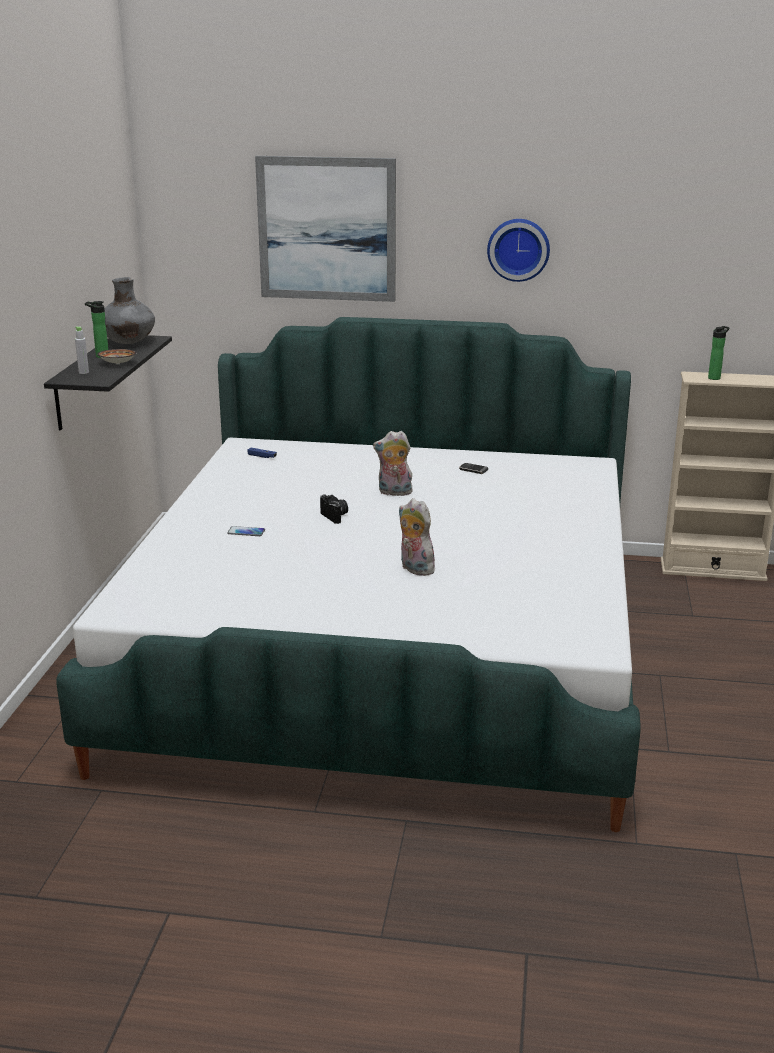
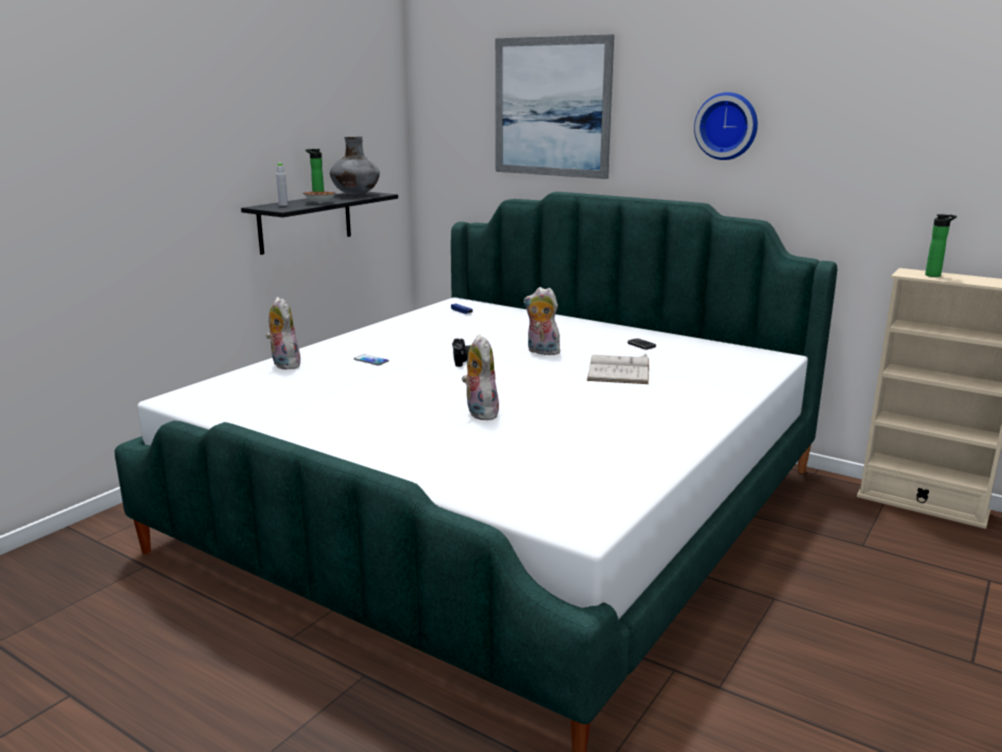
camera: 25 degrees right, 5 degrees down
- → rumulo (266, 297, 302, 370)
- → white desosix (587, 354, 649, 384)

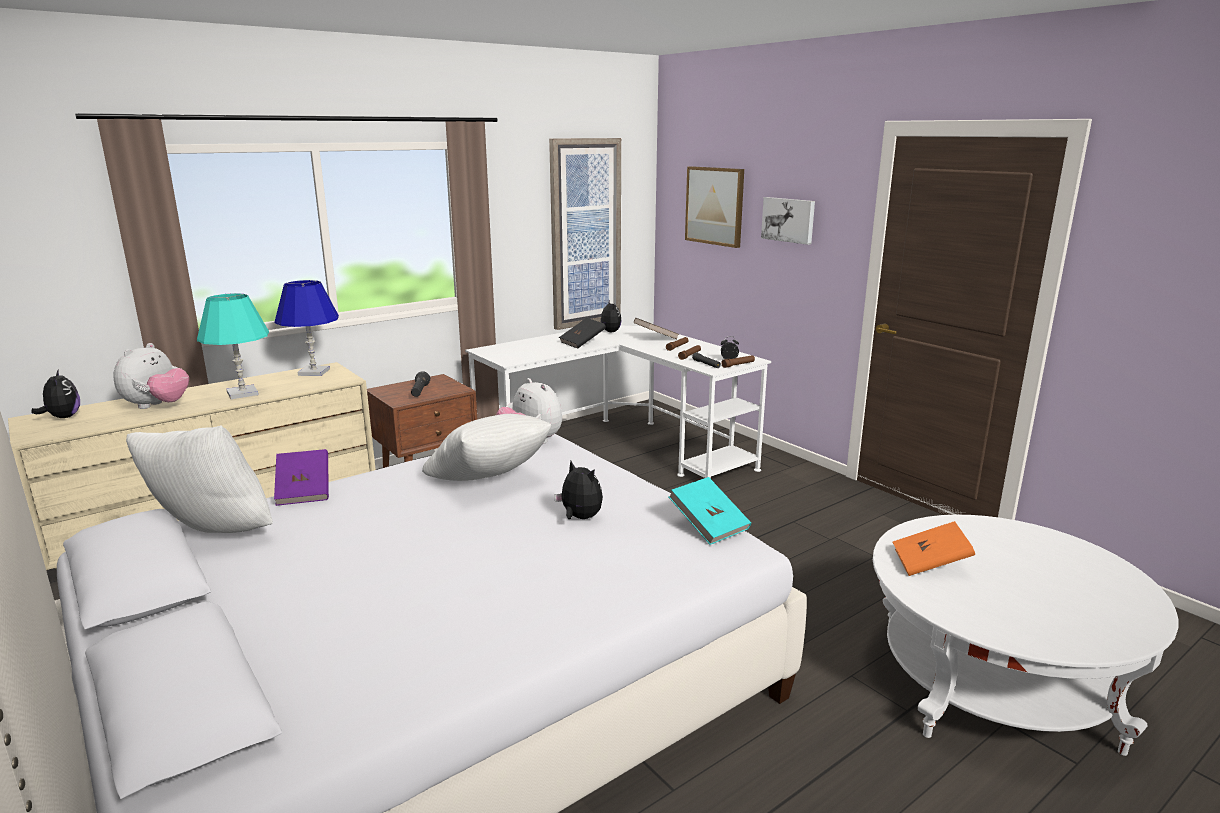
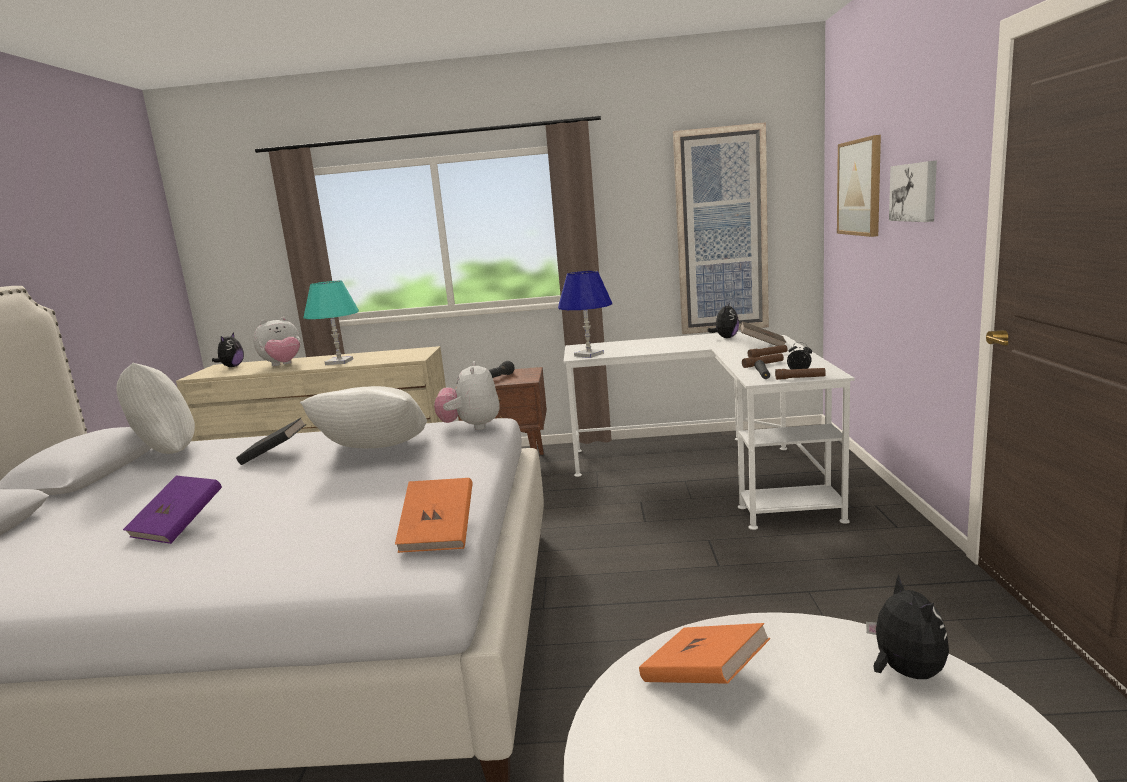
camera: 40 degrees right, 5 degrees down
purple desosix (274, 449, 329, 506) → purple desosix (123, 476, 222, 544), shifted
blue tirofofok (275, 280, 339, 376) → blue tirofofok (558, 271, 612, 358), shifted
rumulo (554, 461, 603, 519) → rumulo (866, 575, 949, 679), shifted
black desosix (559, 318, 606, 349) → black desosix (236, 418, 306, 465), shifted
turquoise desosix (668, 477, 751, 545) → orange desosix (395, 478, 473, 553)

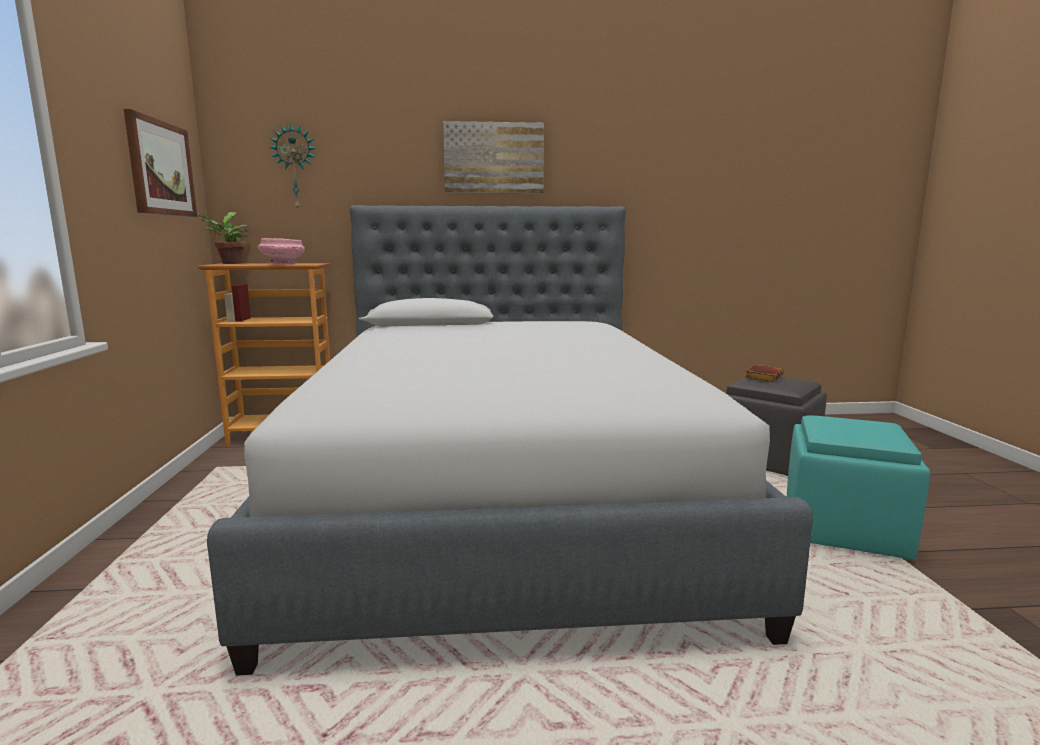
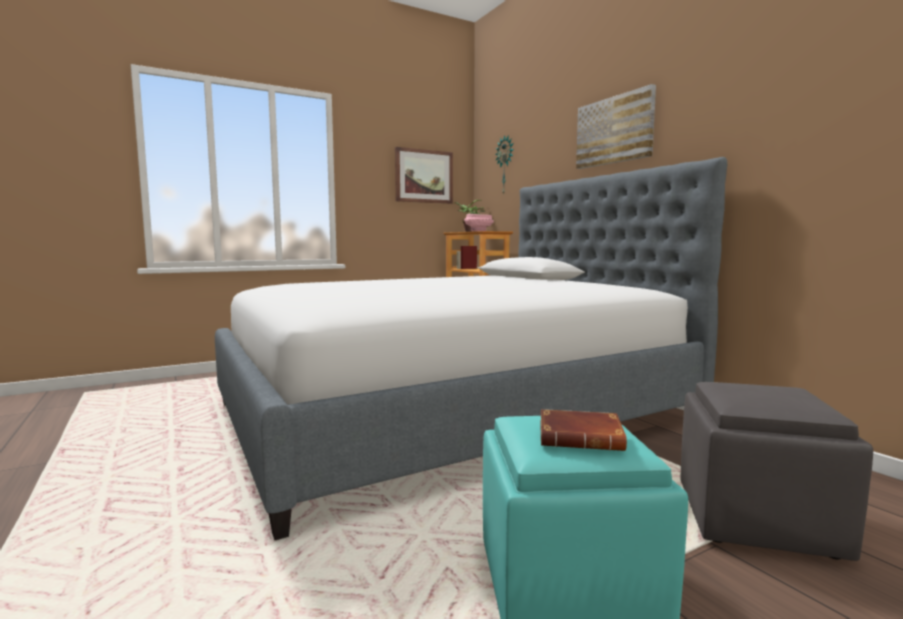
camera: 65 degrees right, 5 degrees down
brown desosix (745, 364, 784, 382) → brown desosix (540, 409, 627, 451), shifted

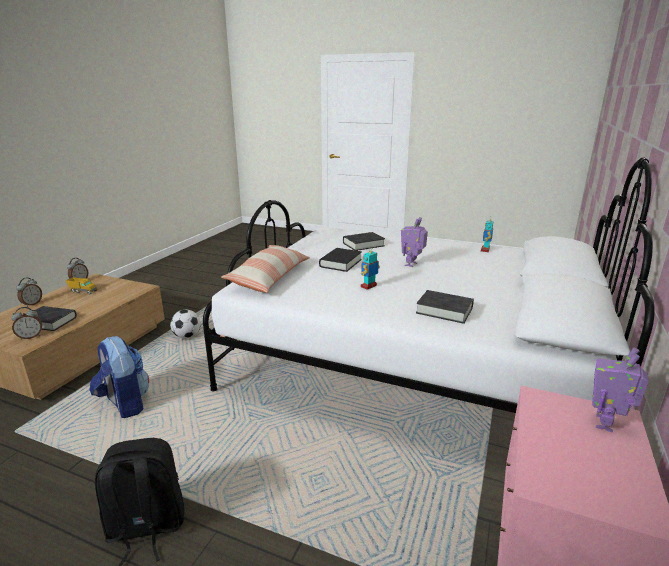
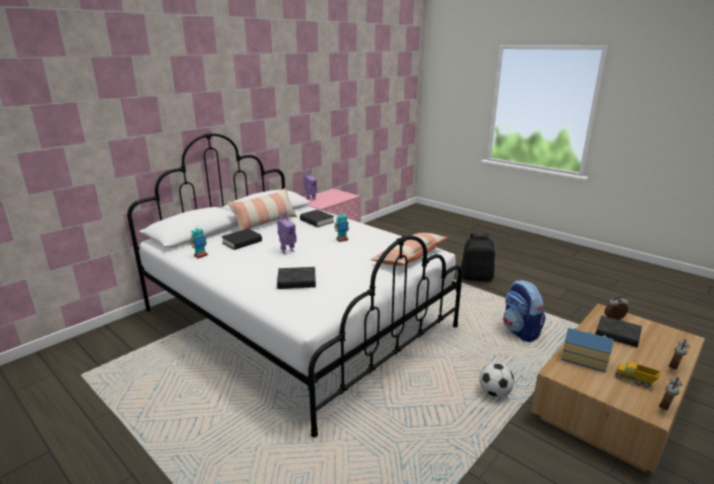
camera: 160 degrees left, 0 degrees up
- → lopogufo (228, 188, 297, 231)
- → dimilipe (561, 328, 614, 372)
black desosix (319, 248, 362, 272) → black desosix (221, 229, 262, 250), shifted

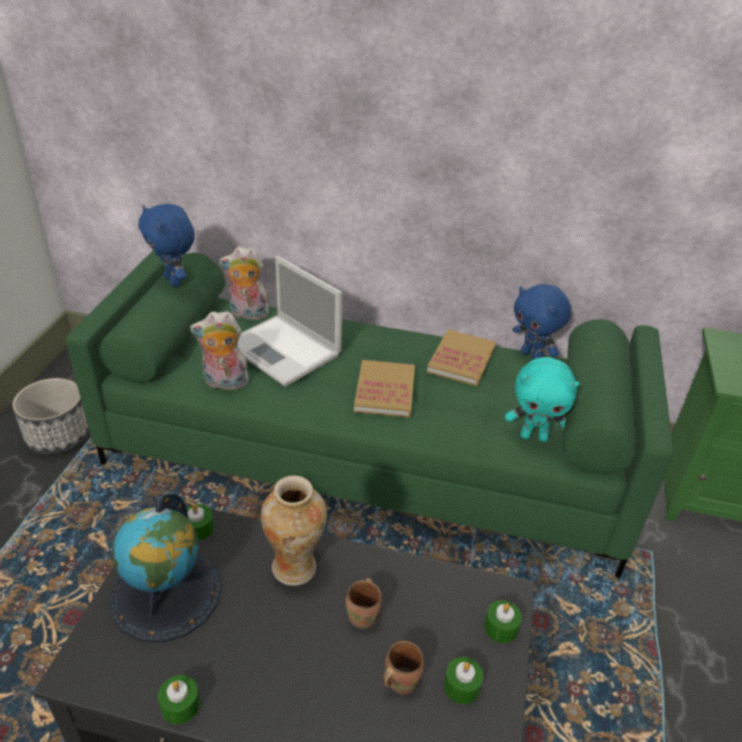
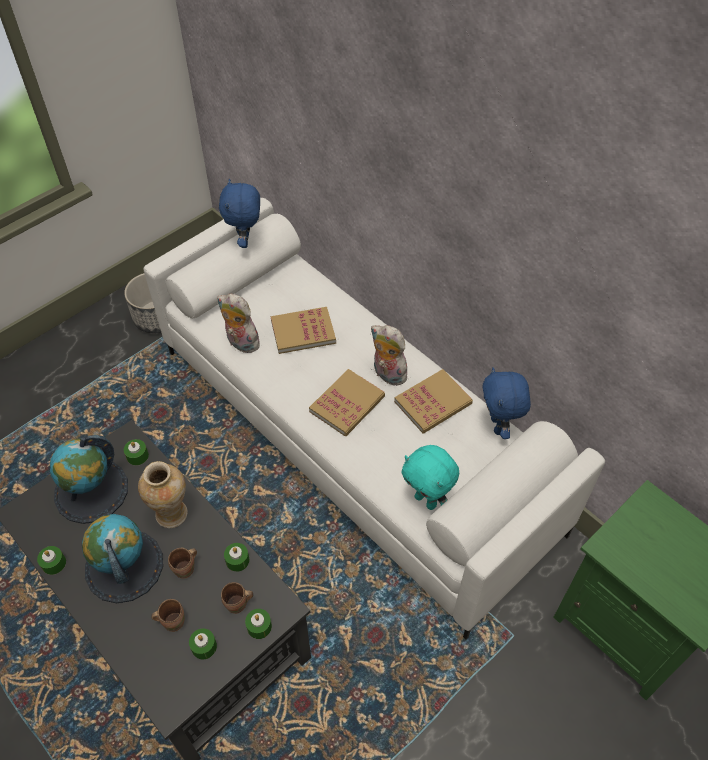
camera: 35 degrees right, 15 degrees up
- → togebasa (82, 514, 163, 603)
- → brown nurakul (221, 582, 253, 614)
- → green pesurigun (224, 543, 249, 572)
rumulo (219, 247, 269, 320) → rumulo (371, 325, 407, 386), shifted
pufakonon (238, 256, 343, 387) → desosix (271, 307, 336, 354)
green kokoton (66, 250, 673, 578) → white kokoton (143, 198, 605, 640)

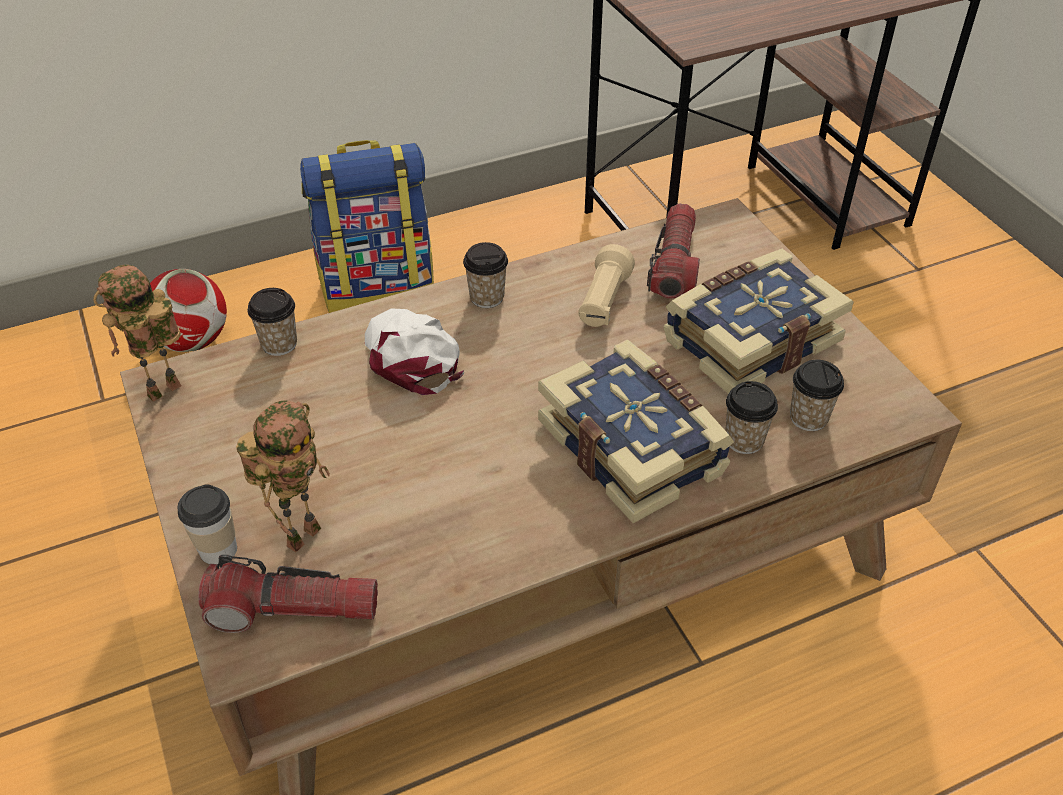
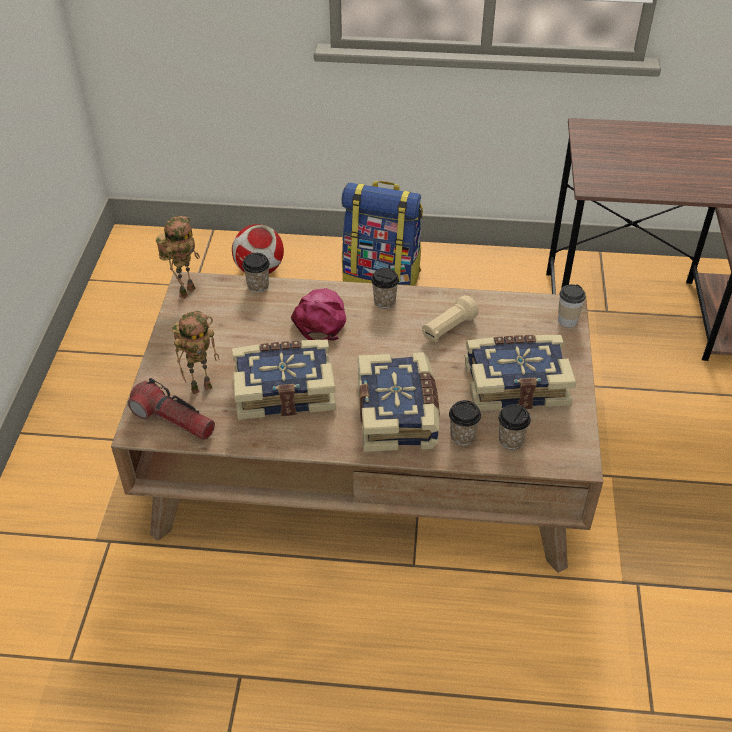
camera: 30 degrees right, 0 degrees up
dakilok (647, 203, 700, 299) → -
- → desosix (232, 340, 336, 420)
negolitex (178, 484, 237, 564) → negolitex (558, 284, 586, 328), shifted
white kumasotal (365, 308, 465, 395) → pink kumasotal (291, 288, 346, 341)
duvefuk (93, 265, 181, 402) → duvefuk (156, 216, 200, 299), 135 degrees clockwise

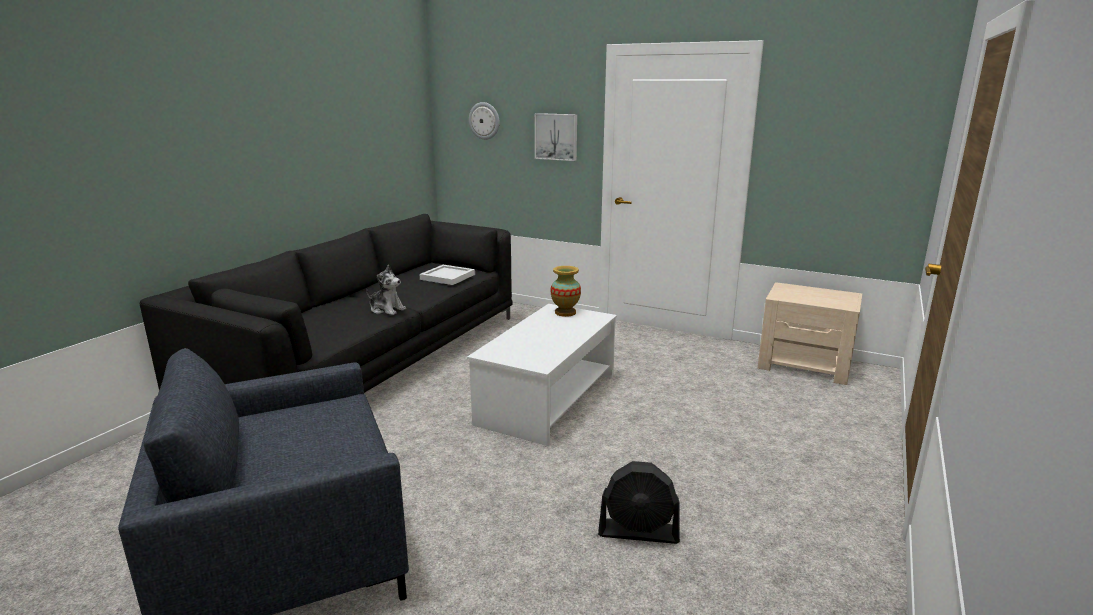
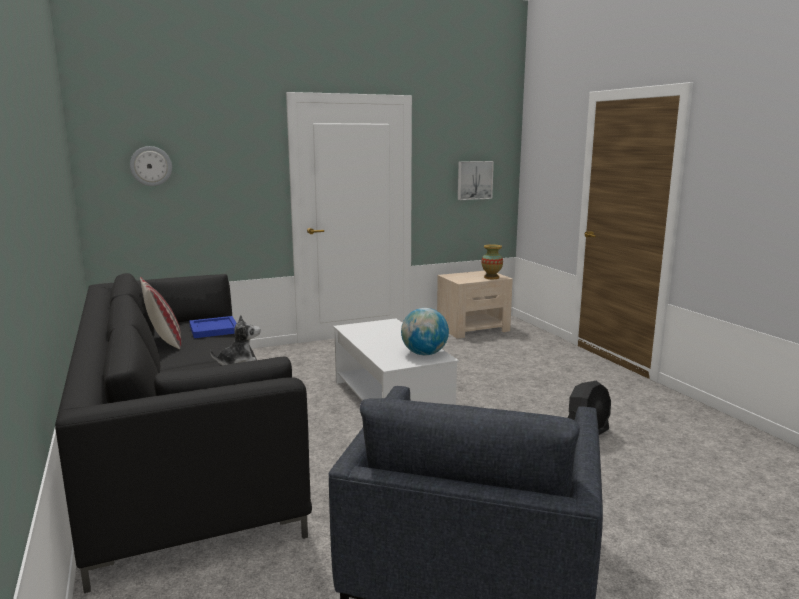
camera: 50 degrees left, 5 degrees down
- → lopogufo (140, 277, 181, 349)
- → togebasa (401, 308, 449, 356)
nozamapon (535, 113, 577, 161) → nozamapon (458, 161, 494, 200), shifted
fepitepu (551, 266, 581, 317) → fepitepu (482, 244, 503, 279), shifted
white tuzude (419, 265, 475, 285) → blue tuzude (189, 316, 237, 338)

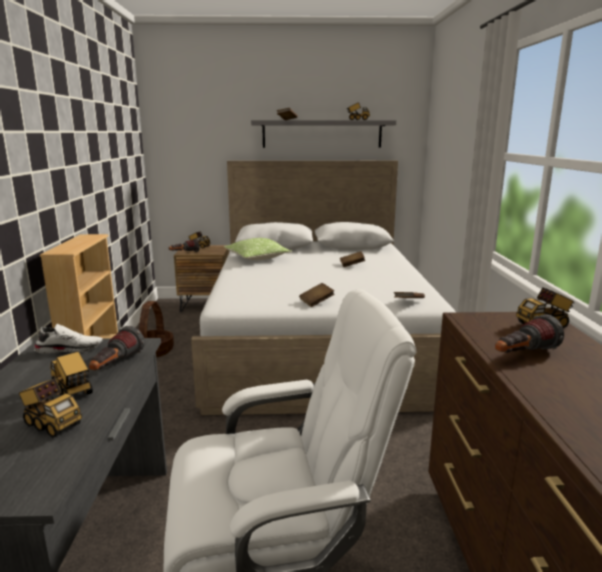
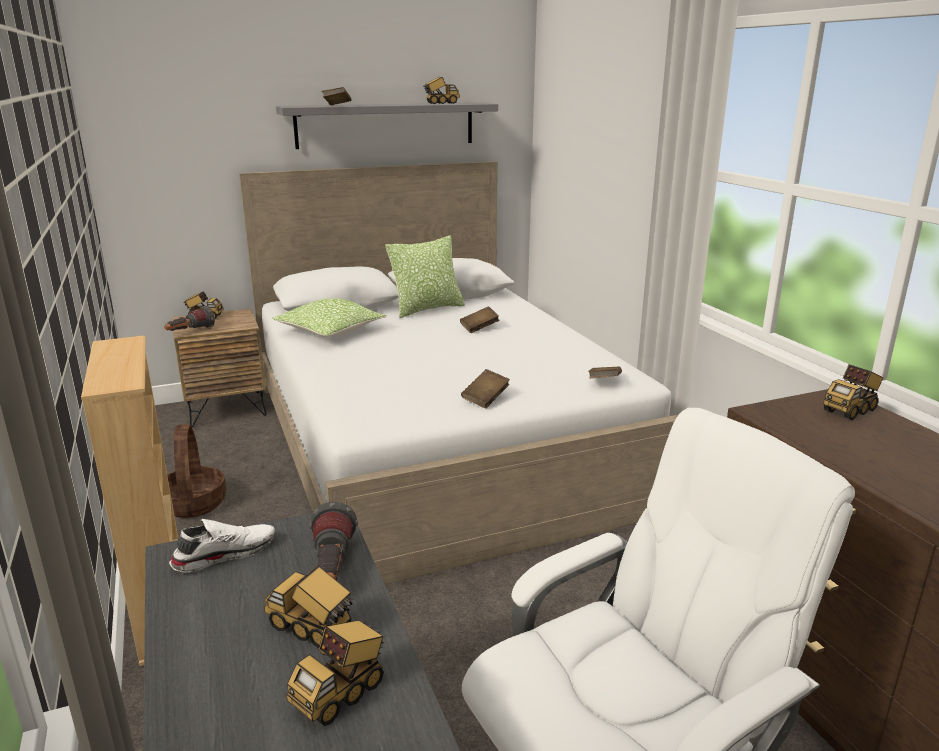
camera: 20 degrees left, 5 degrees up
dakilok (495, 314, 564, 353) → -
- → lopogufo (385, 235, 465, 318)
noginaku (19, 378, 82, 438) → noginaku (286, 620, 386, 726), 120 degrees clockwise

